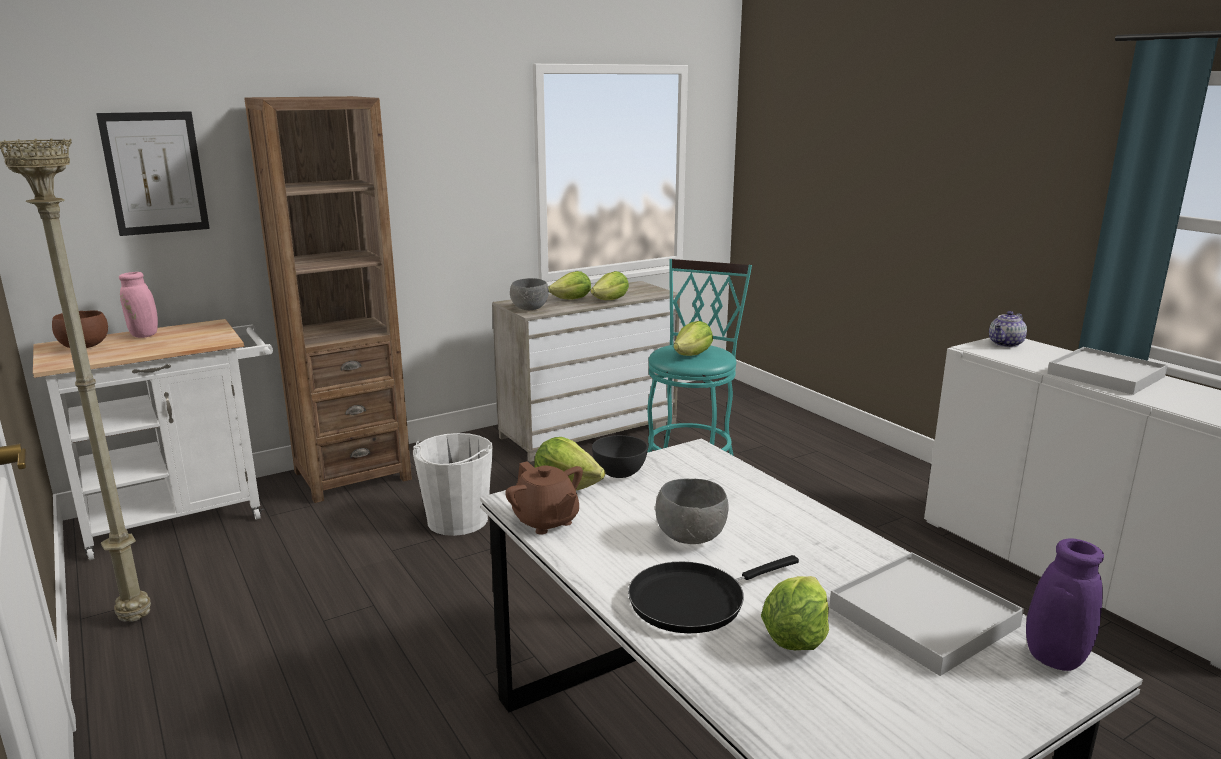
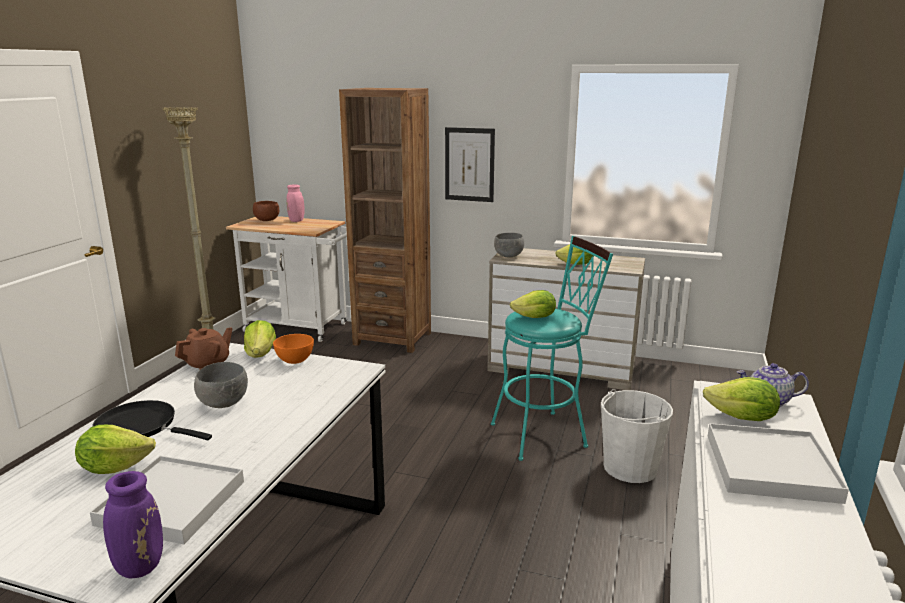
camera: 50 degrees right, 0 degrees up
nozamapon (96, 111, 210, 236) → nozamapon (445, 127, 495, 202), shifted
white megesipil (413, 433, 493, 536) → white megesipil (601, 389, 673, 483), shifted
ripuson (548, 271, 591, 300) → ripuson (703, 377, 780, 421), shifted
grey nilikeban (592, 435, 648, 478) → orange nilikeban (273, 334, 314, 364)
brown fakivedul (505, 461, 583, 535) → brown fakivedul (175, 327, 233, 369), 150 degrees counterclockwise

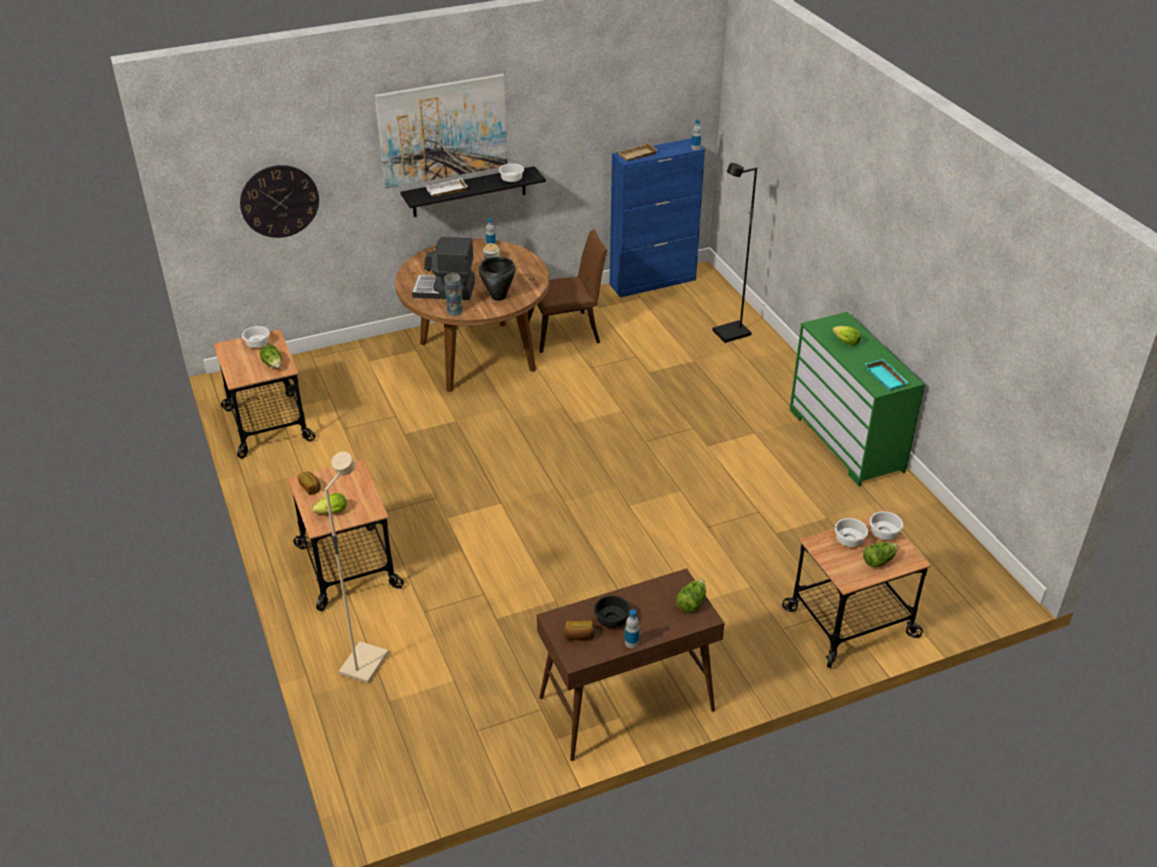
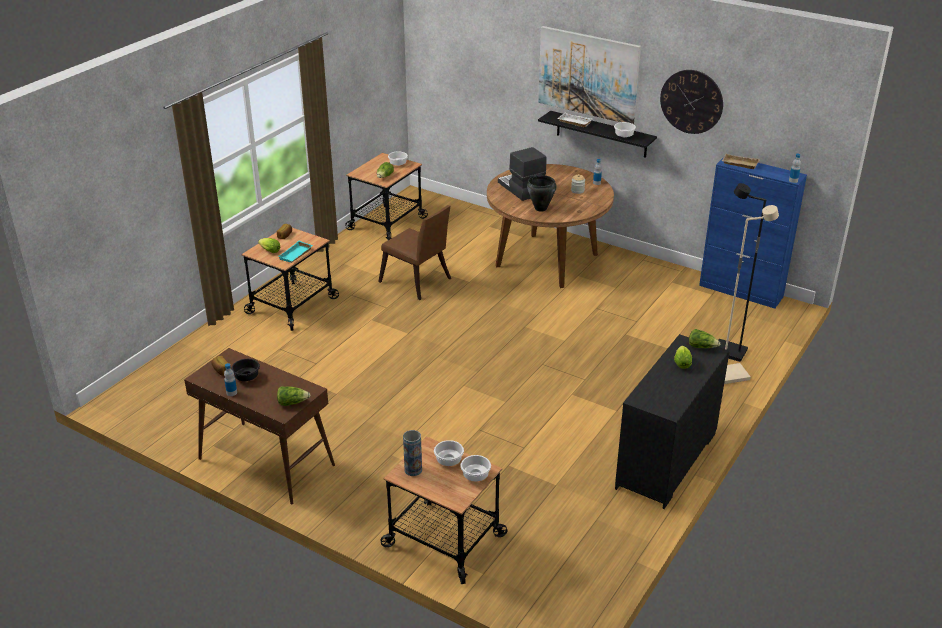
camera: 55 degrees right, 5 degrees down
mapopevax (240, 165, 319, 238) → mapopevax (660, 70, 723, 134), shifted
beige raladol (325, 452, 388, 684) → beige raladol (724, 205, 779, 384), shifted
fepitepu (444, 273, 463, 316) → fepitepu (403, 430, 422, 476), shifted
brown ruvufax (528, 229, 607, 353) → brown ruvufax (378, 205, 451, 300), shifted
ripuson (863, 542, 899, 568) → ripuson (689, 329, 720, 348), shifted
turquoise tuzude (865, 359, 909, 391) → turquoise tuzude (279, 241, 313, 263), shifted
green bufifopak (790, 312, 925, 487) → black bufifopak (615, 334, 730, 509)

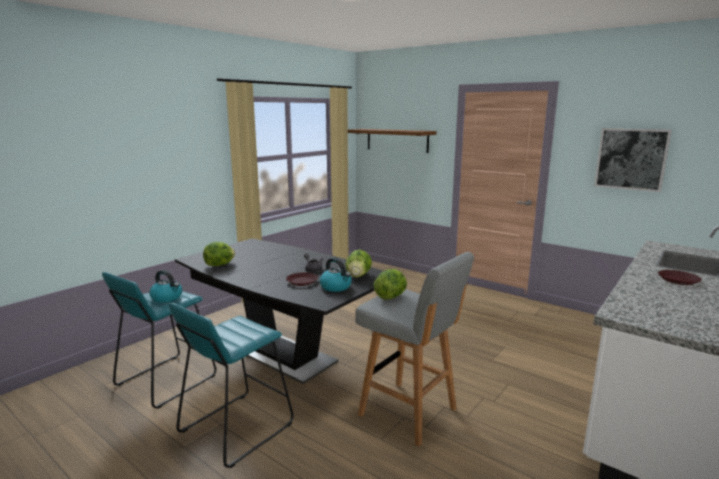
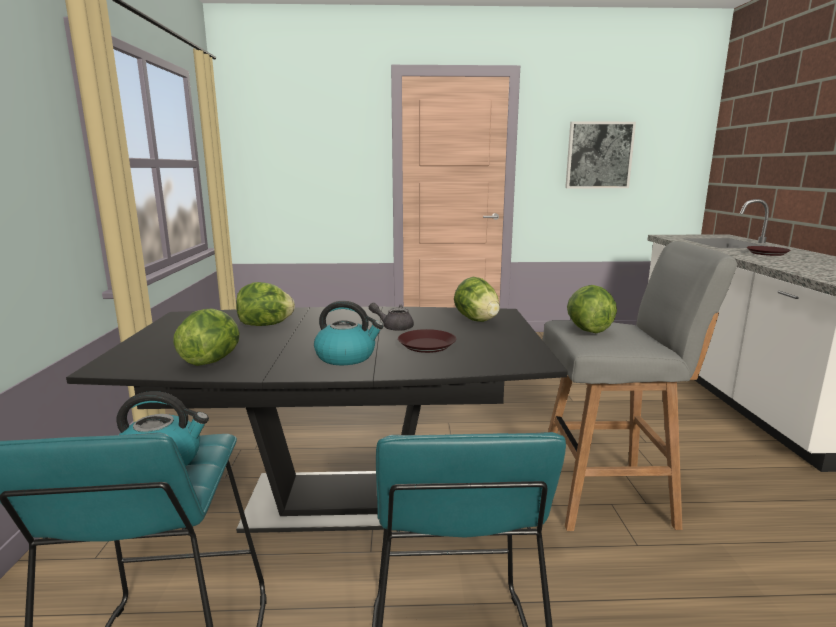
camera: 40 degrees left, 0 degrees up
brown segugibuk (348, 129, 437, 153) → -
- → ripuson (236, 282, 295, 326)
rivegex (320, 258, 352, 292) → rivegex (314, 301, 383, 365), shifted

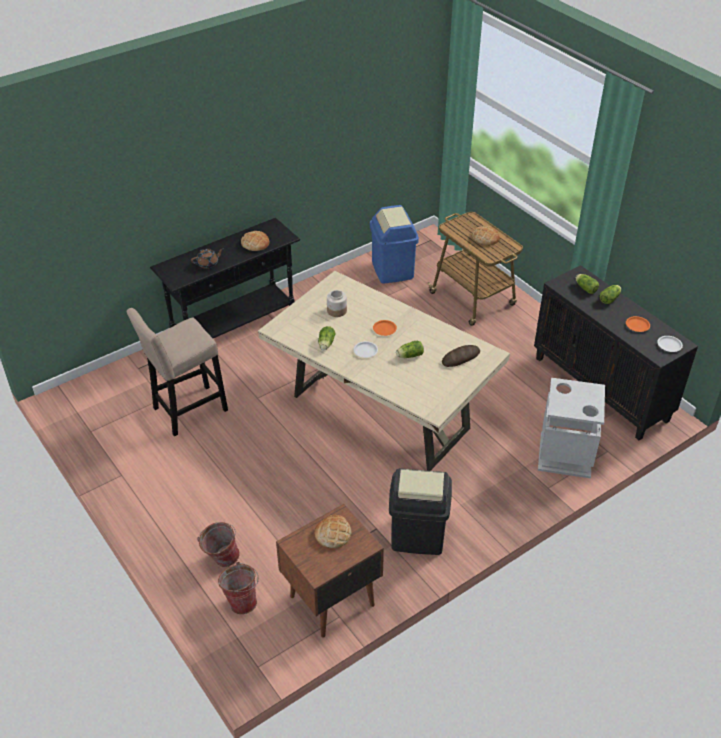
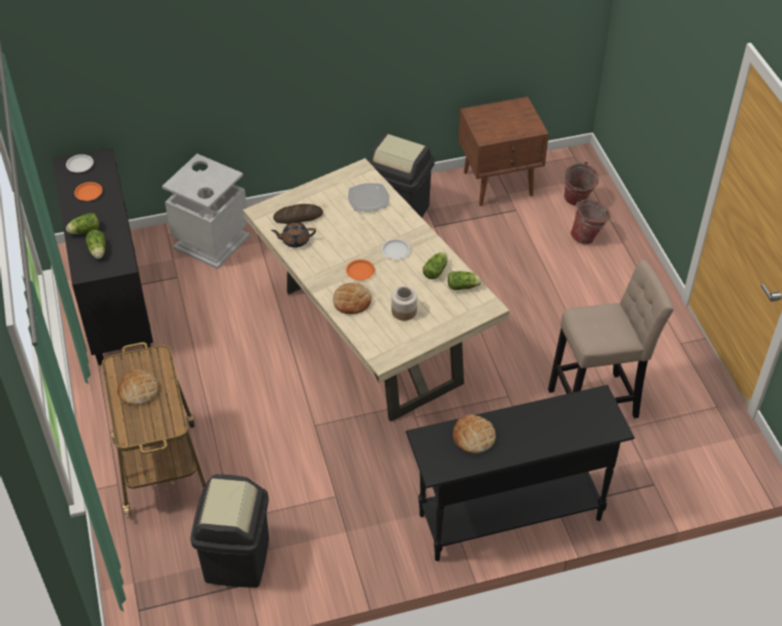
camera: 160 degrees left, 5 degrees up
- → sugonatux (348, 183, 389, 212)
brown fakivedul (191, 248, 224, 269) → brown fakivedul (271, 222, 316, 248), shifted
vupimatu (314, 515, 352, 548) → vupimatu (333, 283, 372, 314), shifted
ripuson (396, 341, 424, 358) → ripuson (448, 271, 482, 290), shifted
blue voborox (370, 205, 419, 284) → black voborox (190, 474, 269, 588)

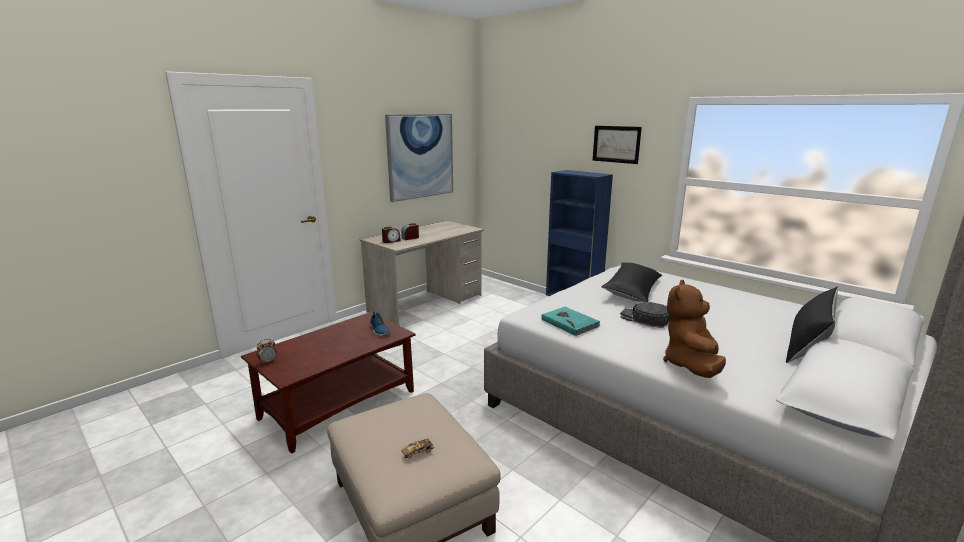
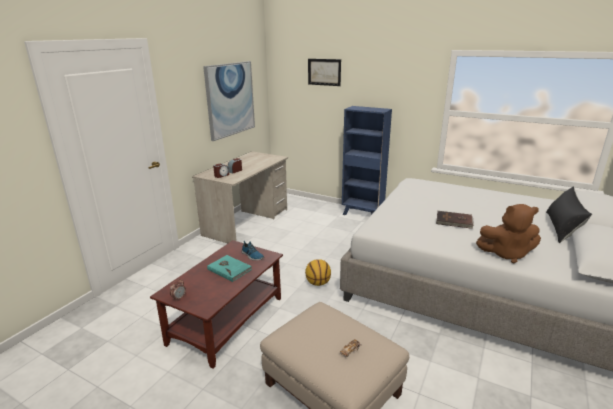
camera: 15 degrees left, 5 degrees up
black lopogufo (602, 262, 662, 302) → -
- → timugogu (305, 259, 331, 286)
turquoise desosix (541, 307, 600, 336) → turquoise desosix (207, 255, 252, 282), shifted
nozamapon (593, 126, 642, 164) → nozamapon (308, 59, 341, 86), shifted
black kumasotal (620, 302, 670, 328) → brown desosix (436, 211, 474, 229)
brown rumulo (663, 280, 726, 378) → brown rumulo (476, 204, 541, 263), 90 degrees counterclockwise

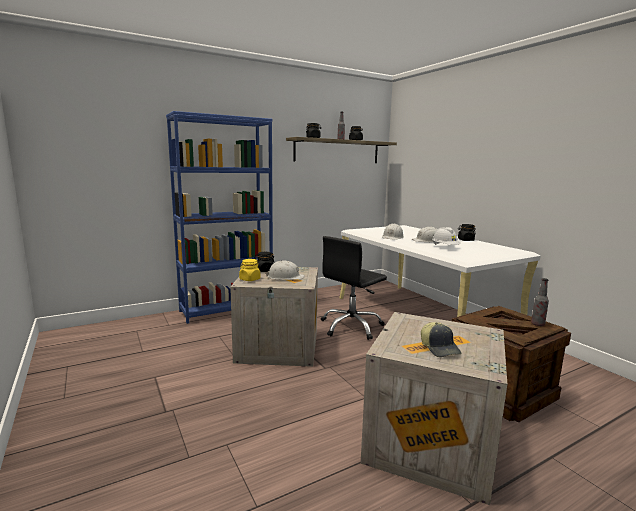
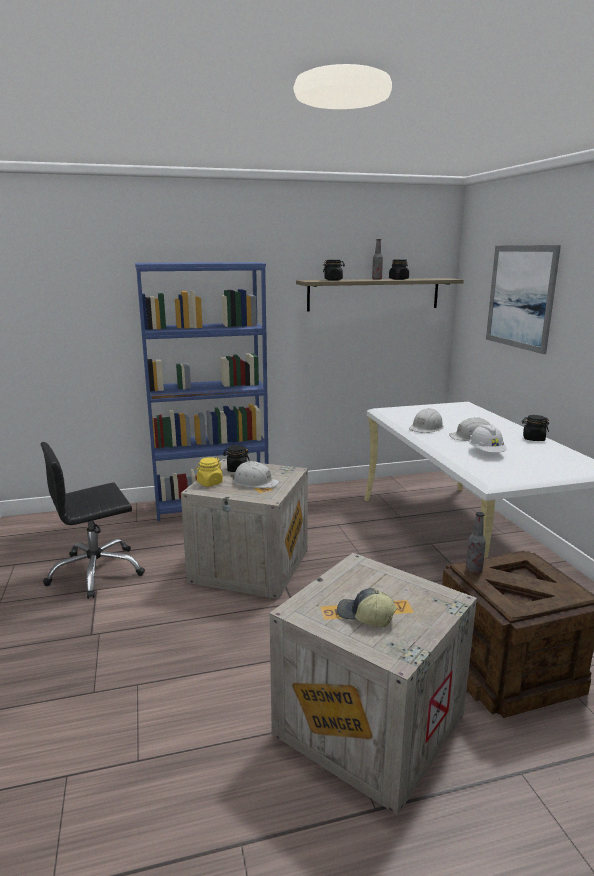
camera: 15 degrees right, 5 degrees up
- → nozamapon (486, 245, 561, 354)
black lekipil (321, 236, 387, 340) → black lekipil (41, 442, 145, 599), shifted
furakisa (531, 278, 549, 326) → furakisa (466, 512, 486, 574), shifted
kumasotal (421, 322, 462, 357) → kumasotal (337, 588, 397, 627), 120 degrees clockwise

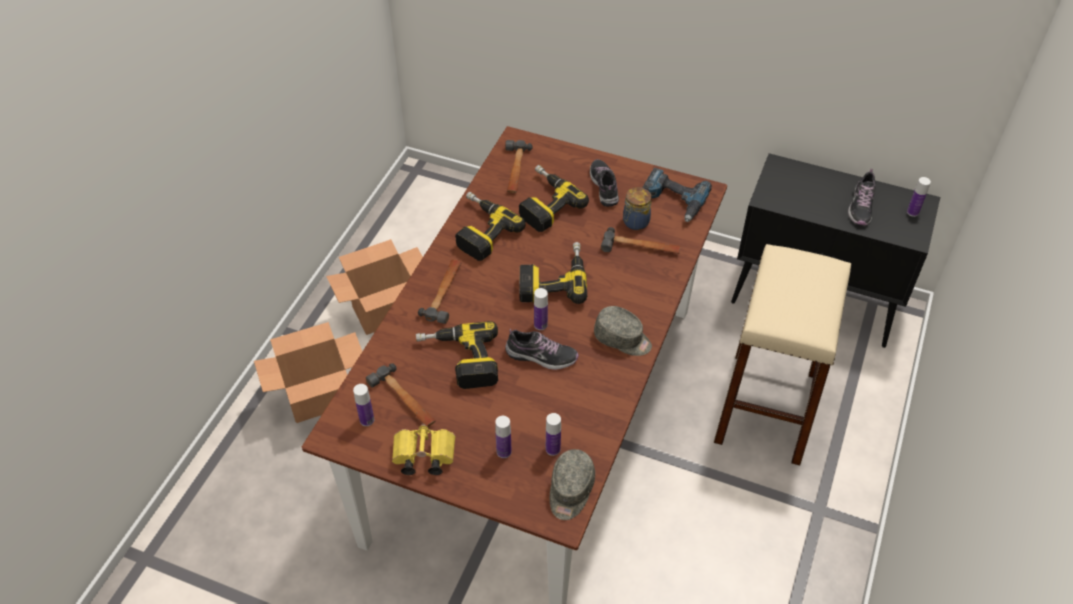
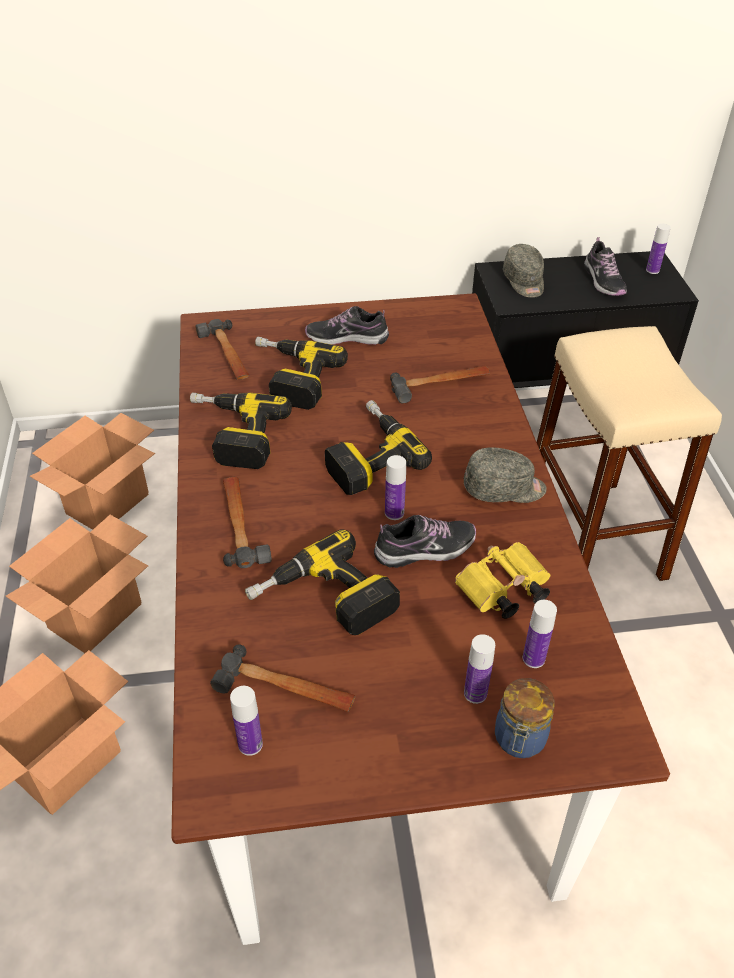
camera: 30 degrees left, 5 degrees down
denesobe (643, 168, 712, 222) → -
- → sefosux (30, 413, 155, 530)
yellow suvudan (392, 424, 456, 475) → yellow suvudan (455, 542, 550, 619), shifted
grey kumasotal (550, 449, 595, 520) → grey kumasotal (503, 244, 544, 298), shifted
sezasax (623, 187, 652, 230) → sezasax (495, 678, 555, 758), shifted
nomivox (590, 159, 619, 207) → nomivox (305, 306, 389, 345), 45 degrees counterclockwise

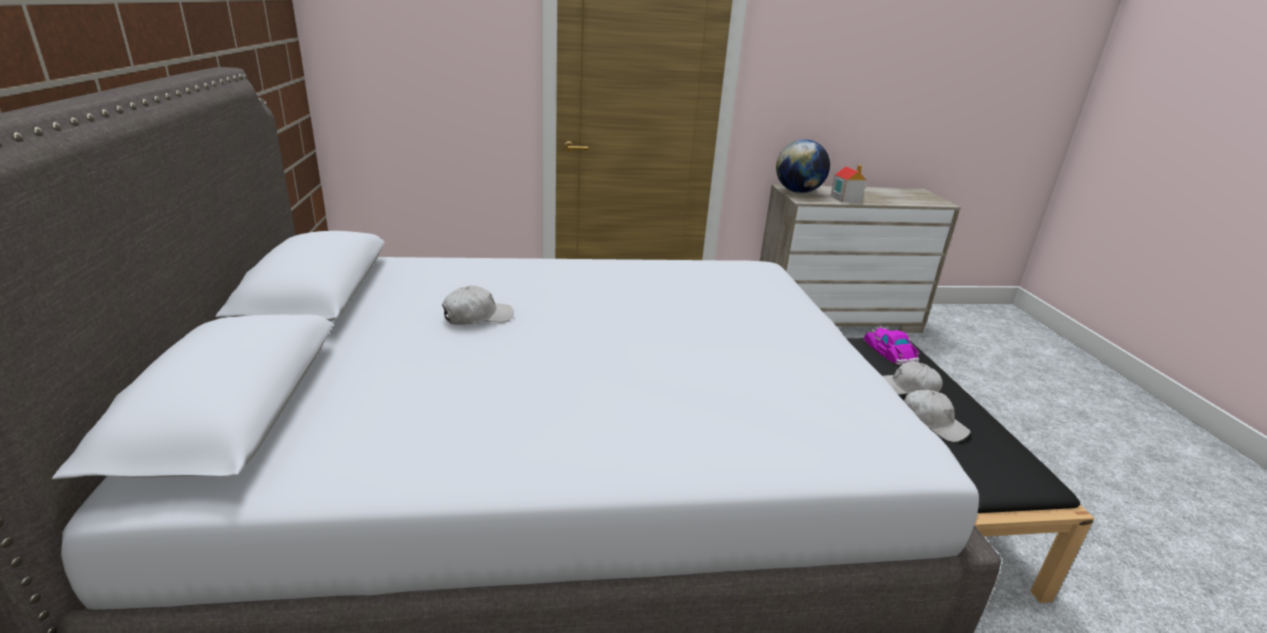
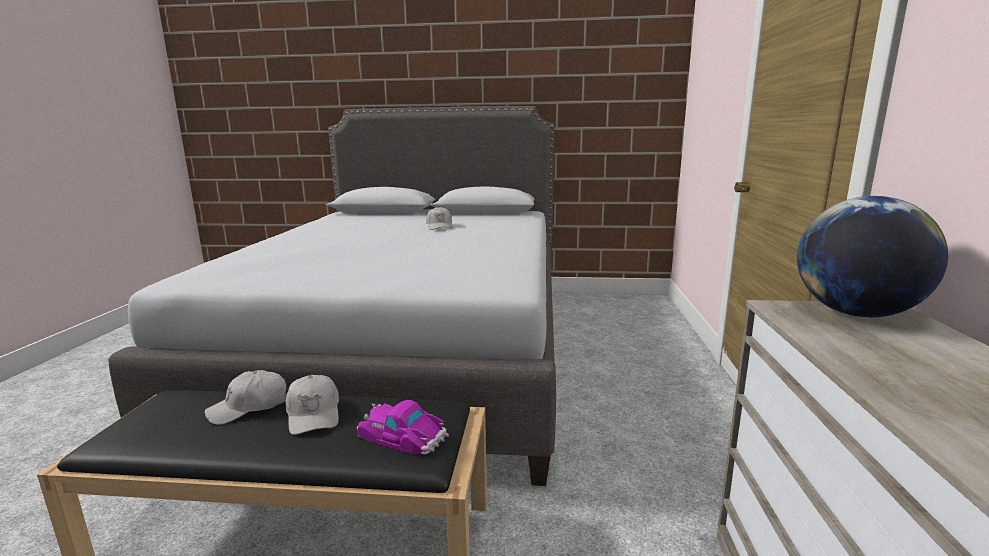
camera: 105 degrees right, 10 degrees down
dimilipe (830, 165, 866, 202) → -
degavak (864, 325, 920, 365) → degavak (357, 400, 449, 454), 150 degrees counterclockwise
white kumasotal (883, 361, 943, 395) → white kumasotal (285, 375, 339, 435), 135 degrees clockwise

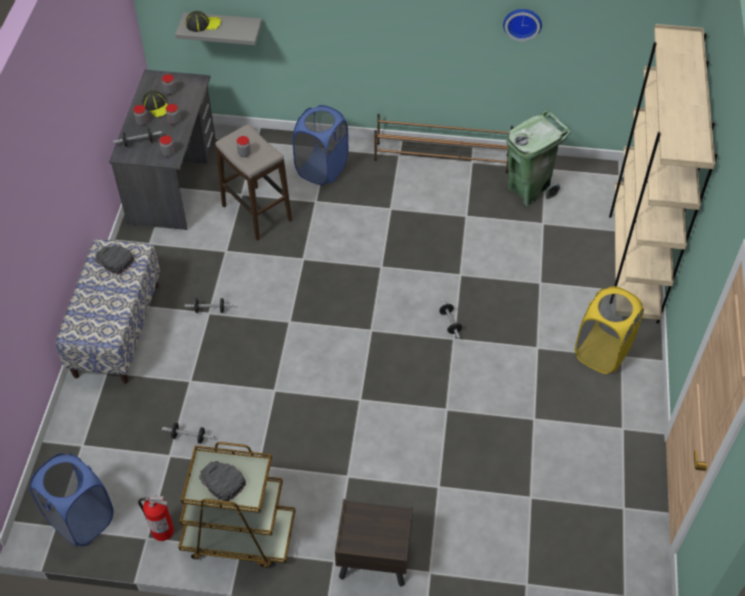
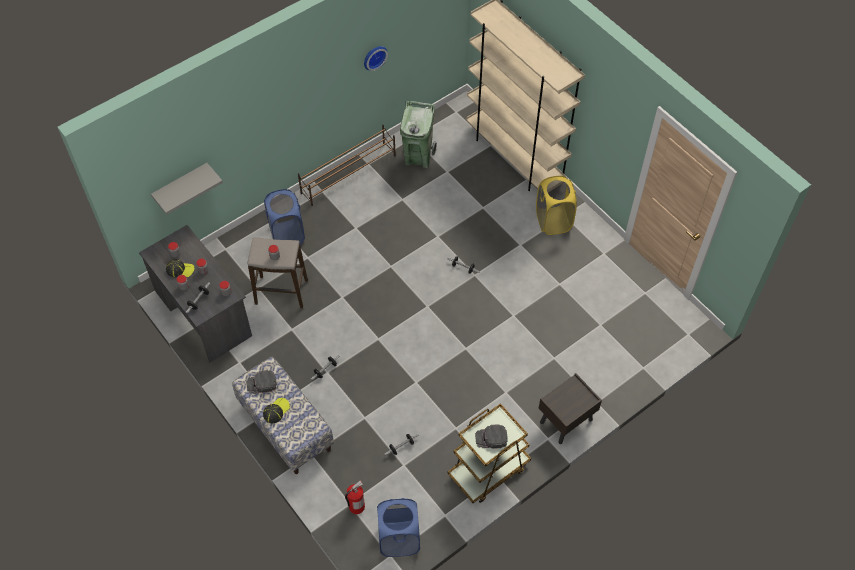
camera: 45 degrees left, 5 degrees up
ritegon (138, 496, 174, 541) → ritegon (345, 480, 365, 514), shifted
kumasotal (186, 11, 221, 32) → kumasotal (263, 398, 290, 423), shifted

